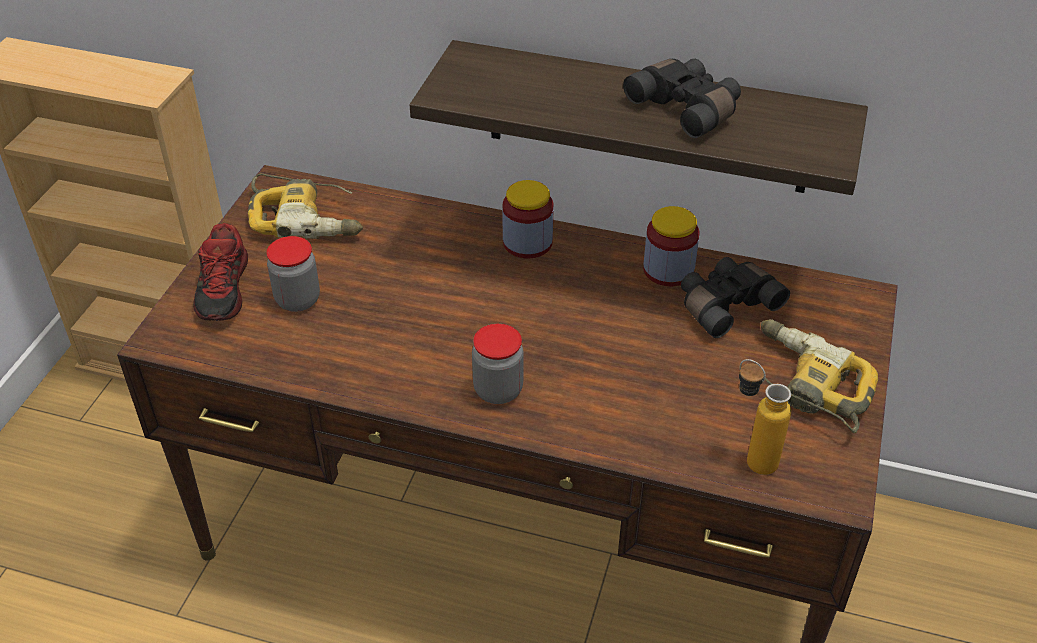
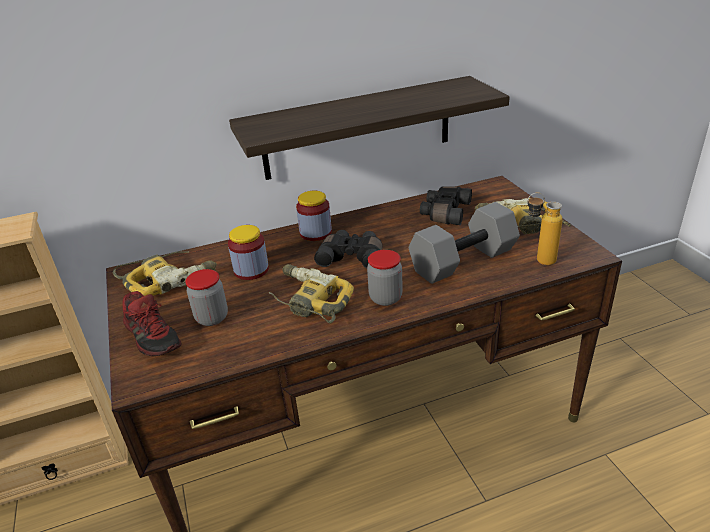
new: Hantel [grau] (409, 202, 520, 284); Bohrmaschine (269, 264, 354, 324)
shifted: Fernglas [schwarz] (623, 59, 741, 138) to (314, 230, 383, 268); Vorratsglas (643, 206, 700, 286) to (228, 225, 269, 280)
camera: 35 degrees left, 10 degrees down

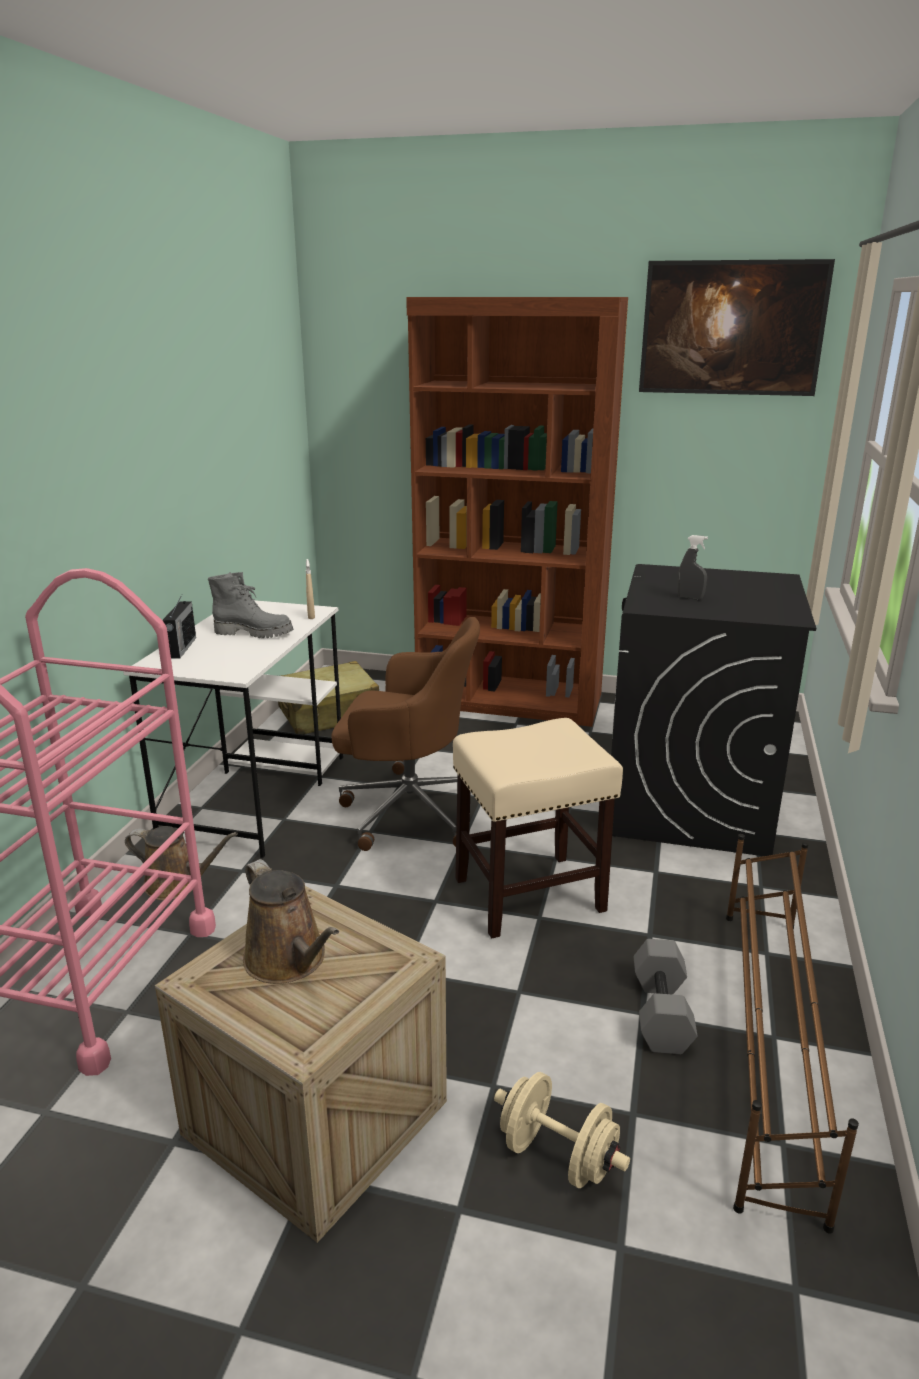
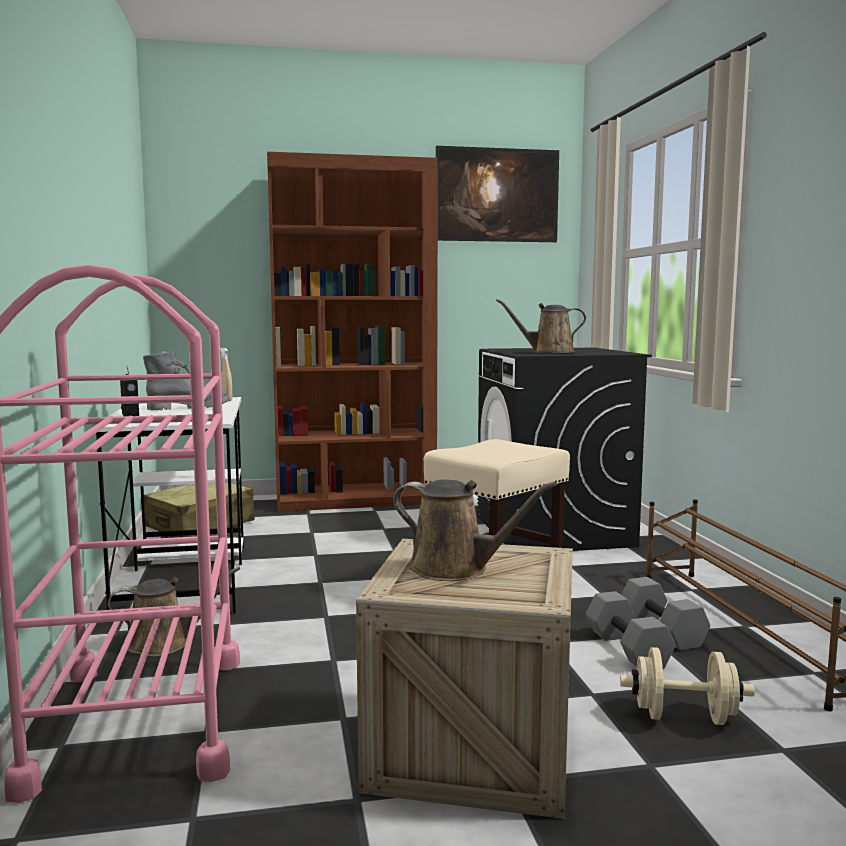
gone: Bürostuhl [braun] (331, 617, 480, 851)
new: Hantel [grau] (586, 591, 675, 669)
swapped: Sprühflasche [grau] (677, 535, 708, 600) to Gießkanne [braun] (496, 299, 586, 353)
camera: 25 degrees left, 15 degrees down

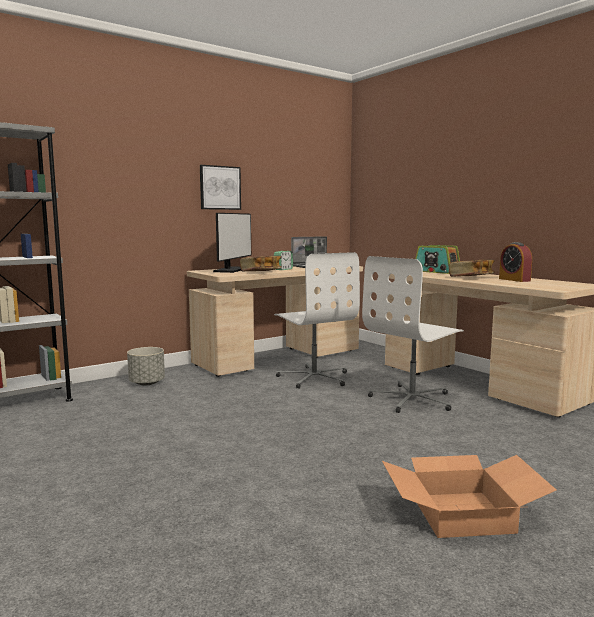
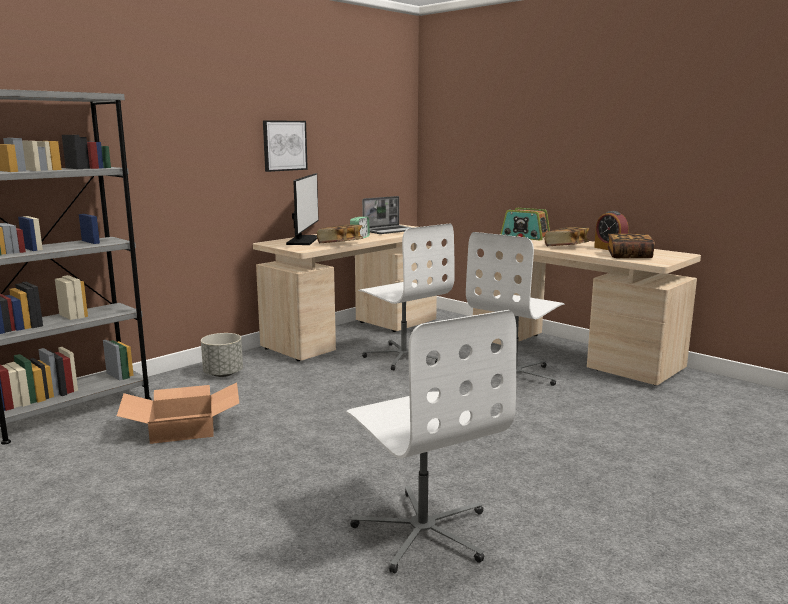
new: Buch (607, 234, 655, 258); Bürostuhl [weiß] (346, 310, 517, 573)
shifted: Karton (382, 455, 556, 538) to (117, 382, 239, 444)
camera: 10 degrees left, 5 degrees up

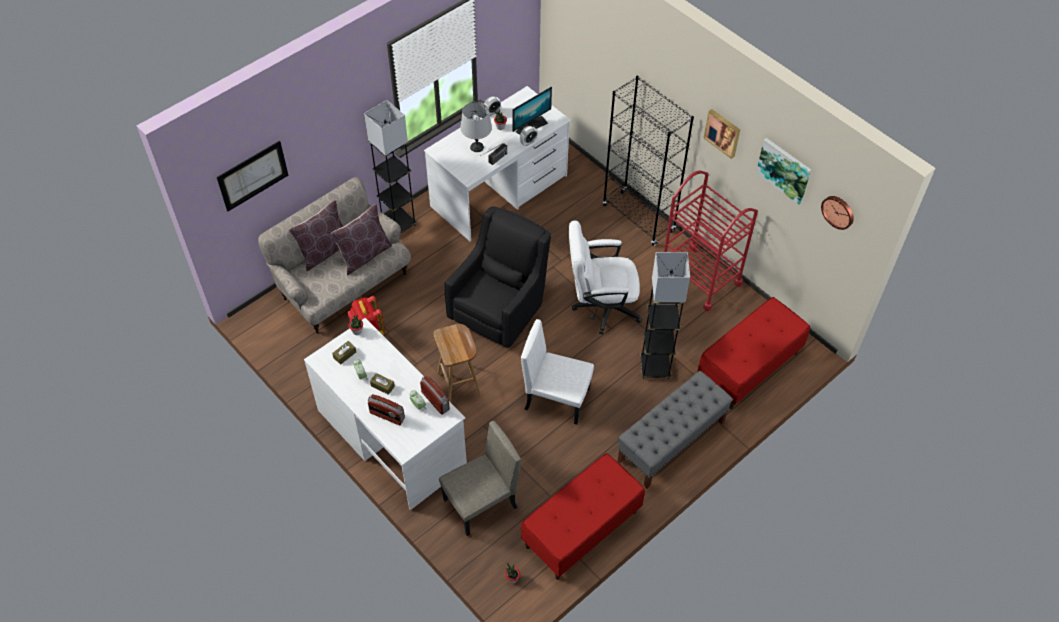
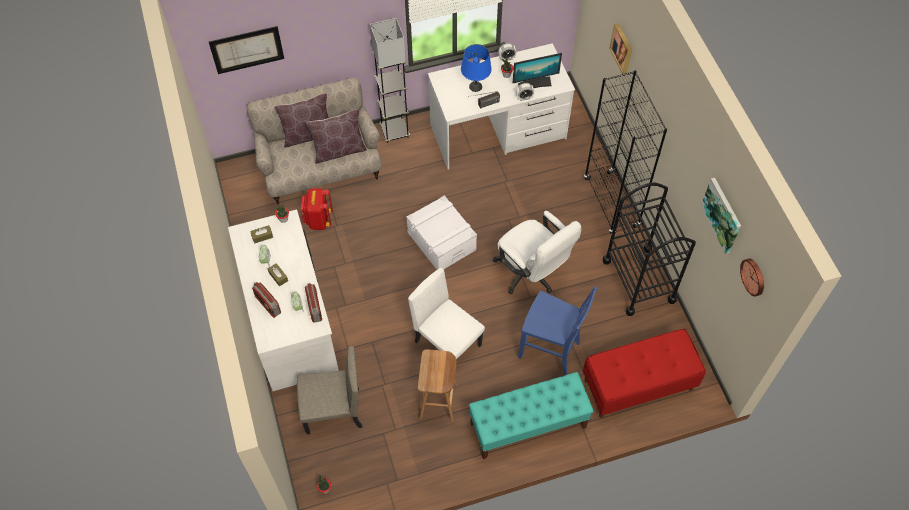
gone: Bank [rot] (521, 453, 645, 580)
shifted: Bild (703, 109, 740, 159) to (609, 23, 632, 75); Hocker [braun] (433, 324, 481, 403) to (418, 349, 457, 422)
swapped: Sessel [schwarz] (444, 206, 551, 348) to Aufbewahrungsbox [weiß] (406, 196, 477, 270); Stehlampe [grau] (640, 252, 690, 379) to Stuhl [blau] (518, 287, 597, 375)
repainted: Tischlampe [grau] (460, 102, 492, 152) to Tischlampe [blau] (461, 44, 492, 92); Rollwagen [rot] (664, 170, 758, 311) to Rollwagen [schwarz] (603, 183, 696, 316); Bank [grau] (618, 371, 733, 489) to Bank [türkis] (469, 372, 594, 459)
rotated: Bürostuhl [weiß] (569, 220, 642, 334) = (493, 211, 581, 295) 150 degrees counterclockwise
camera: 25 degrees right, 5 degrees up

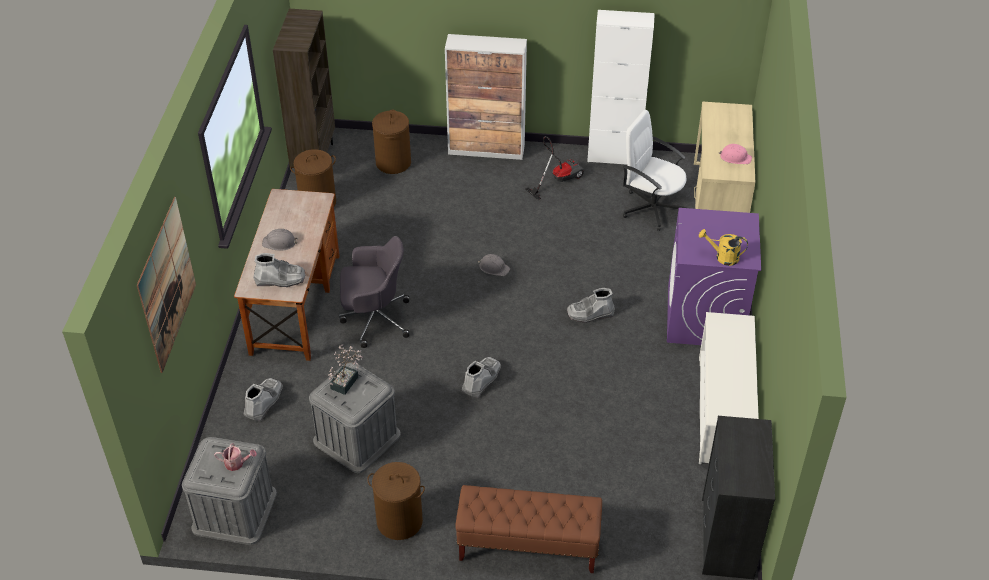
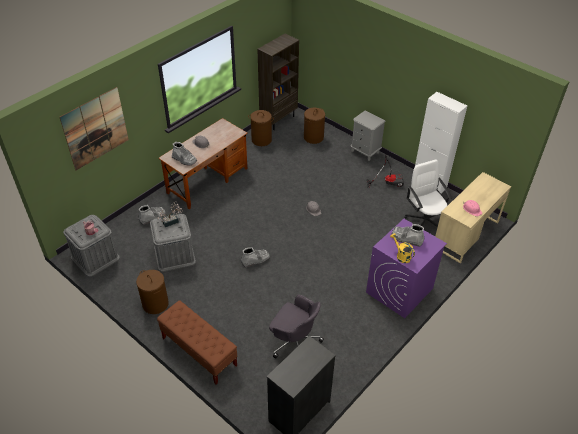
gone: Schuhregal [weiß] (699, 312, 759, 464)
shifted: Bürostuhl [grau] (339, 236, 409, 348) to (269, 294, 324, 358); Stiefel [grau] (567, 288, 615, 323) to (392, 224, 425, 247)
swapped: Schrank (445, 34, 527, 160) to Nachttisch [grau] (351, 110, 386, 161)
camera: 35 degrees right, 0 degrees up

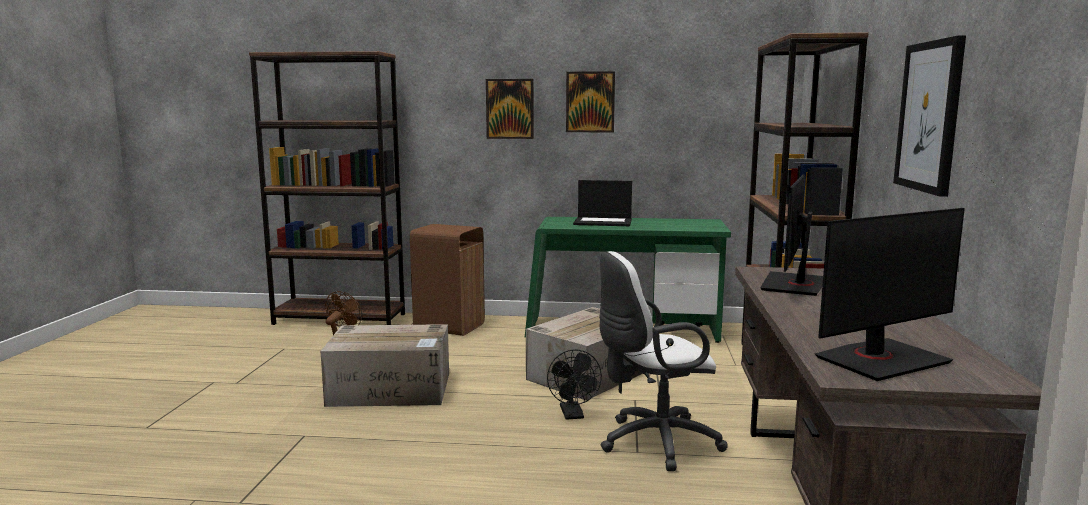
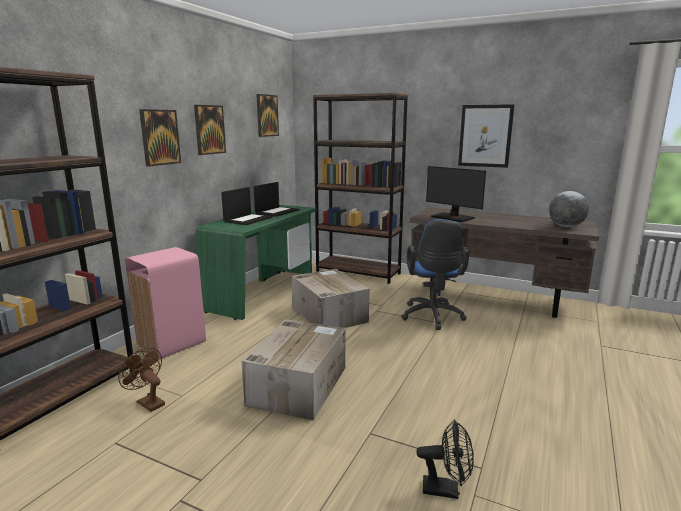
new: Bild (257, 94, 279, 137); Laptop (253, 182, 299, 217)
shifted: Ventilator [schwarz] (547, 349, 602, 420) to (416, 420, 474, 499)
swapped: Monitor (815, 208, 965, 381) to Globus (549, 191, 589, 227)
repainted: Mülleimer [braun] (410, 224, 485, 336) to Mülleimer [rosa] (125, 247, 206, 360); Bürostuhl [weiß] (599, 251, 728, 471) to Bürostuhl [blau] (401, 219, 470, 330)
camera: 70 degrees left, 5 degrees up

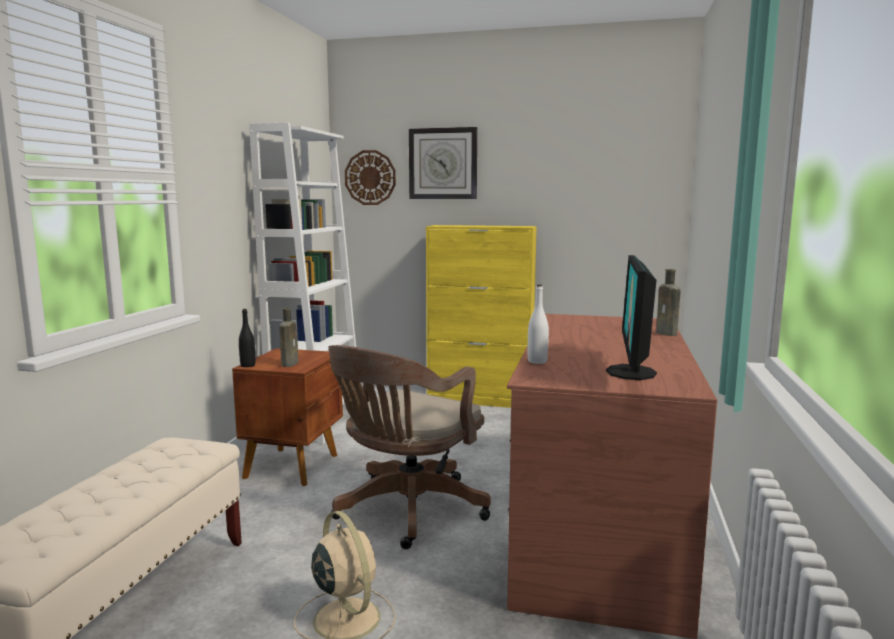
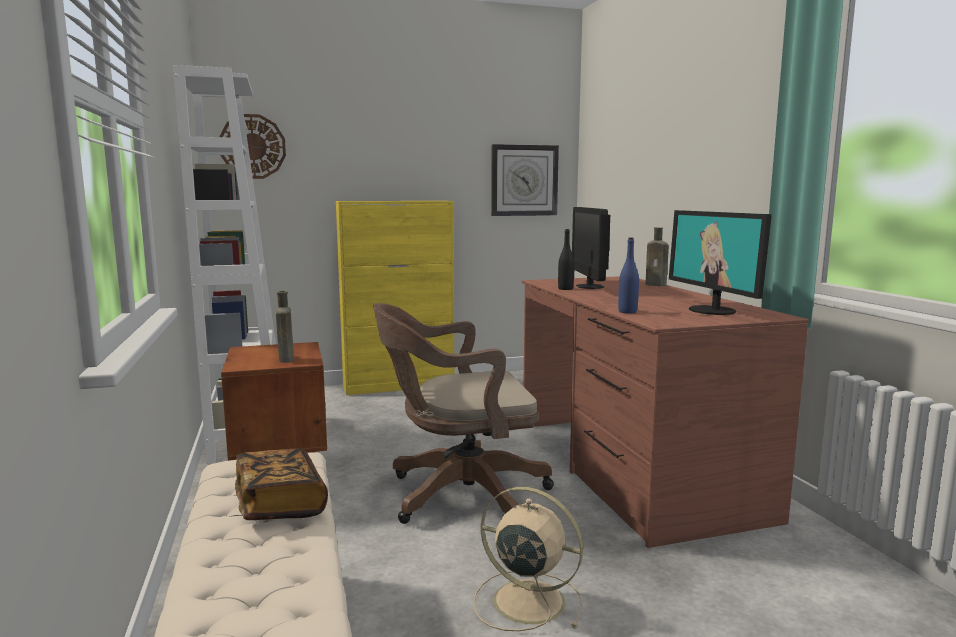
new: Monitor (572, 207, 610, 289); Buch (235, 449, 328, 520)
shifted: Wanduhr (409, 127, 477, 199) to (491, 144, 559, 216); Flasche [schwarz] (239, 309, 255, 367) to (558, 229, 574, 290)
repainted: Flasche [weiß] (528, 284, 549, 364) to Flasche [blau] (618, 237, 639, 313)
rotated: Bürostuhl [braun] (329, 345, 491, 549) = (373, 303, 554, 524) 75 degrees clockwise
camera: 30 degrees left, 0 degrees up

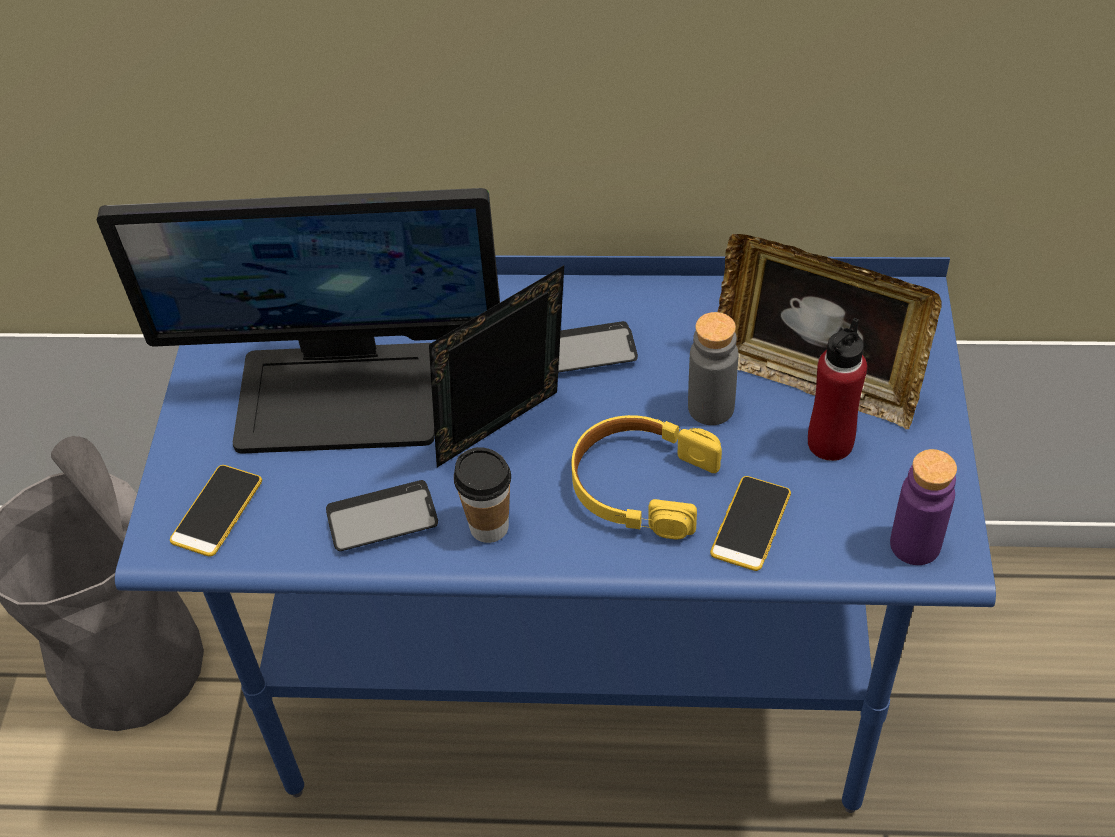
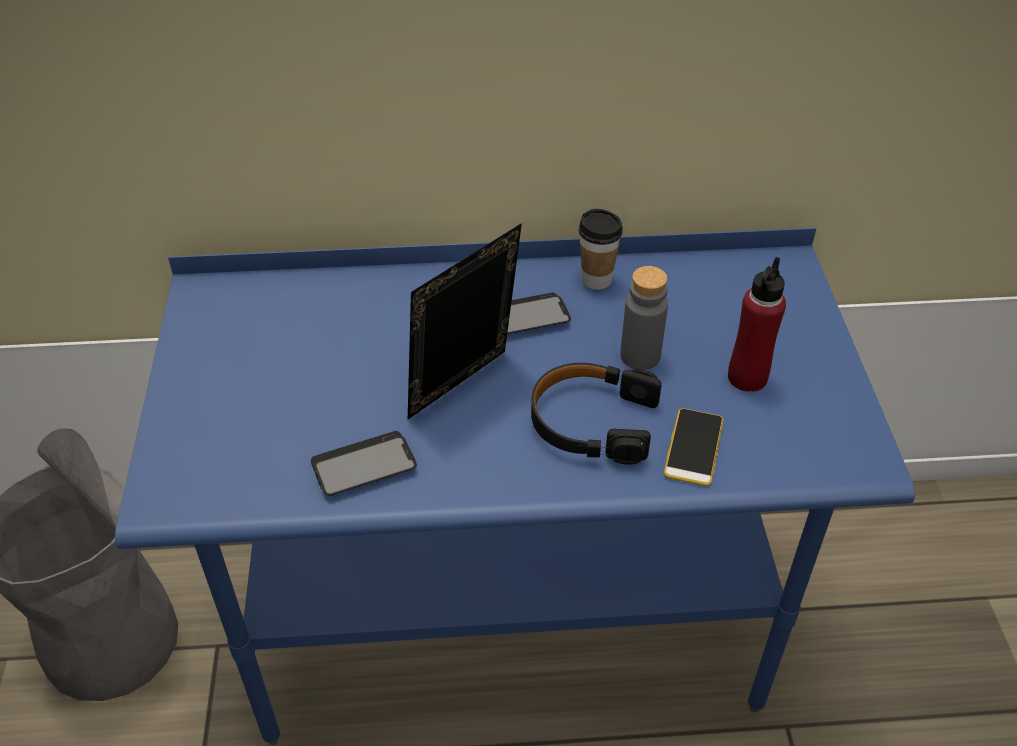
gone: Monitor (97, 188, 500, 454); Bilderrahmen (718, 234, 942, 429); Flasche [lila] (890, 449, 957, 565); Handy (170, 465, 262, 557)
shifted: Tasse (454, 447, 511, 543) to (579, 209, 623, 290)
repainted: Kopfhörer [gelb] (571, 415, 722, 540) to Kopfhörer [schwarz] (531, 363, 662, 464)
camera: 10 degrees left, 5 degrees down

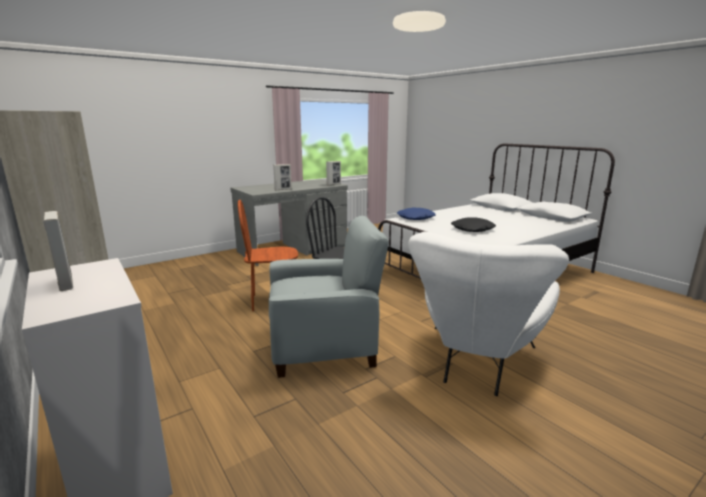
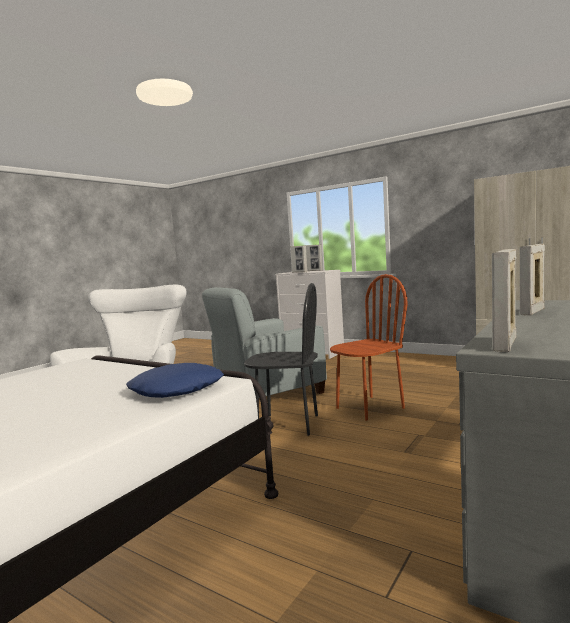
gone: Kissen [schwarz] (451, 217, 496, 232)
new: Bilderrahmen (291, 245, 308, 272)
camera: 160 degrees right, 10 degrees down

